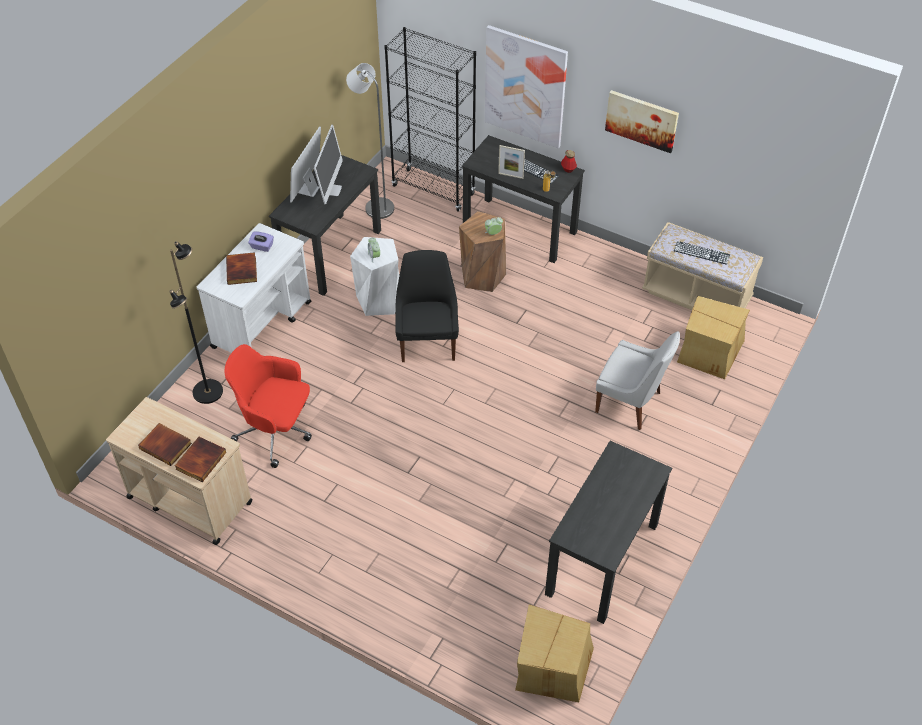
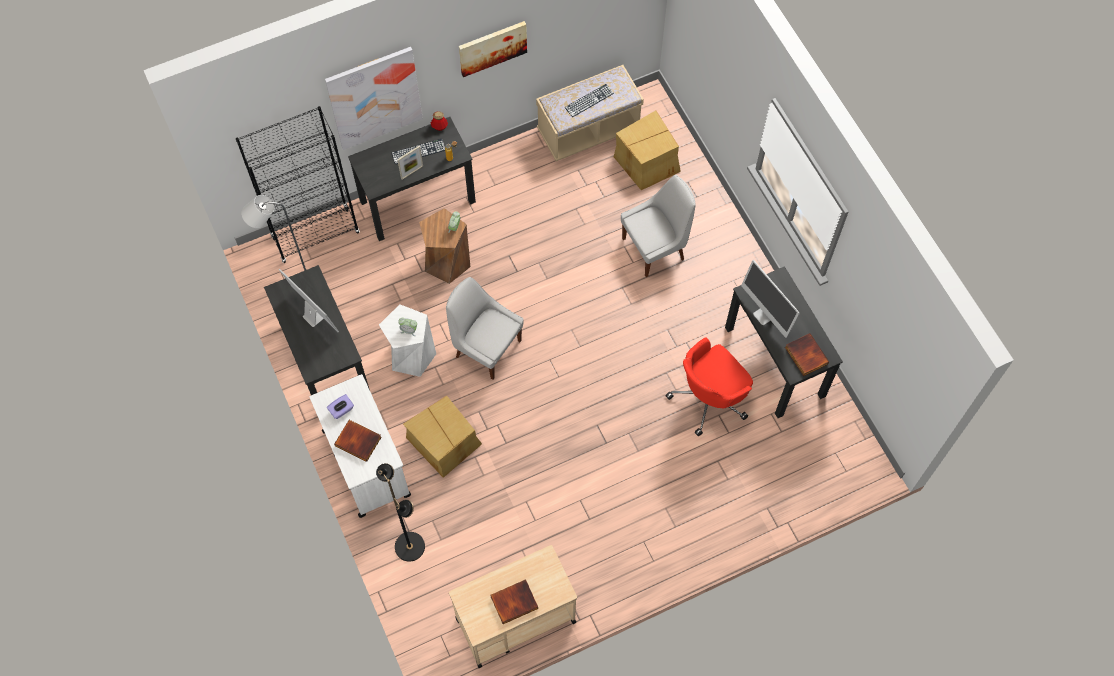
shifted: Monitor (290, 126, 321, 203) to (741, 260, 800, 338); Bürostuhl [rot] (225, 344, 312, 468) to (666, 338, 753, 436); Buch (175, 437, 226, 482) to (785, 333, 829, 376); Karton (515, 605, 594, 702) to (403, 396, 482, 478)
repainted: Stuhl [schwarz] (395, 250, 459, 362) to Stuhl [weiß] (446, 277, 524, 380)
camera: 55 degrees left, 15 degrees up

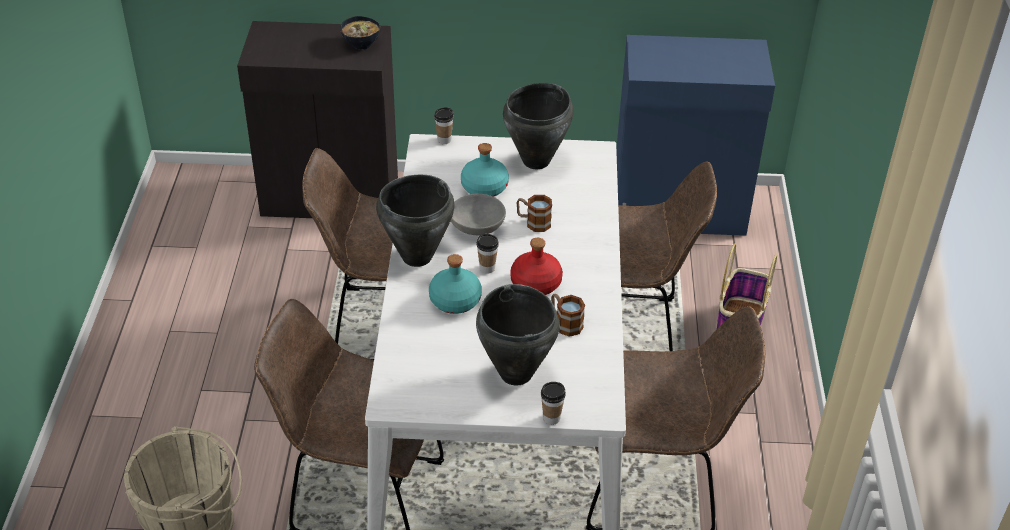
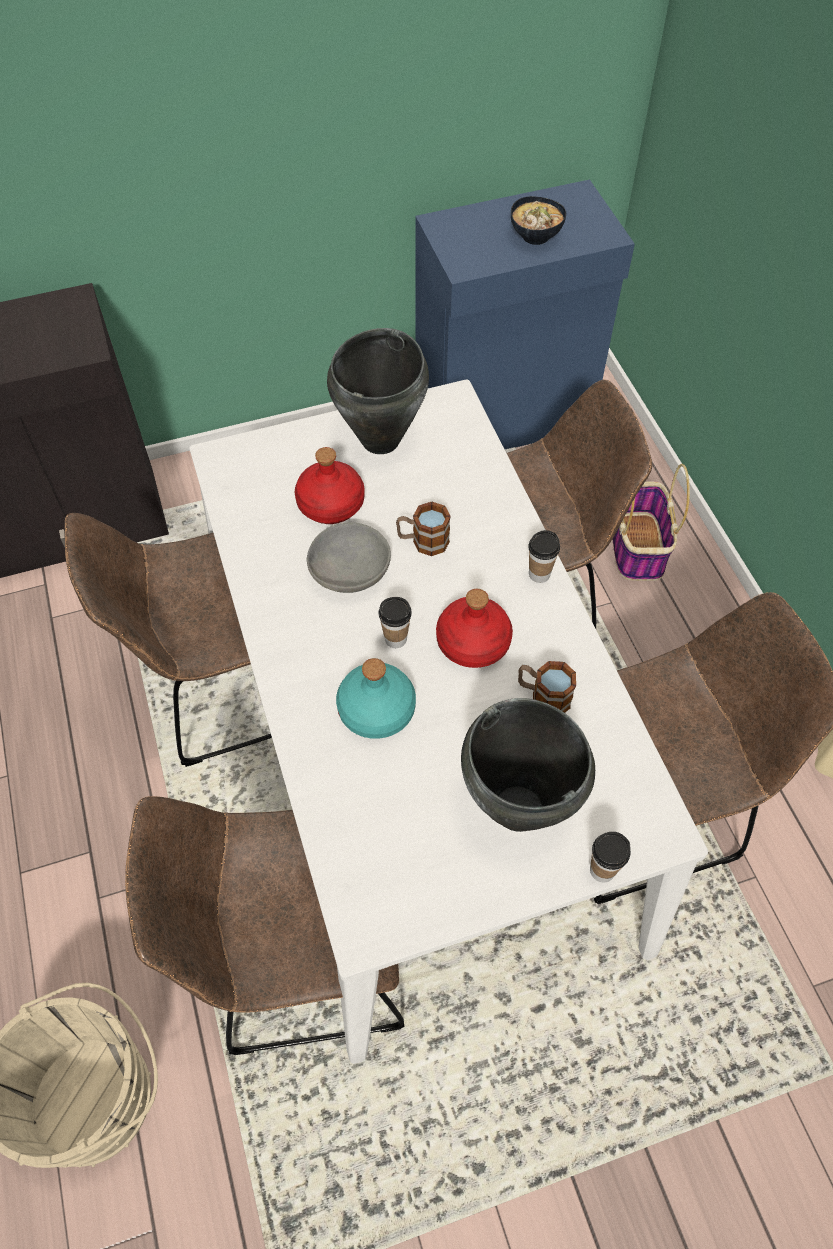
gone: Kochtopf [schwarz] (376, 174, 455, 267)
shifted: Schüssel (340, 16, 381, 49) to (511, 196, 566, 245); Tasse (434, 107, 454, 144) to (528, 530, 560, 583)
repainted: Flasche [türkis] (461, 143, 509, 197) to Flasche [rot] (295, 447, 365, 524)
camera: 20 degrees left, 15 degrees up

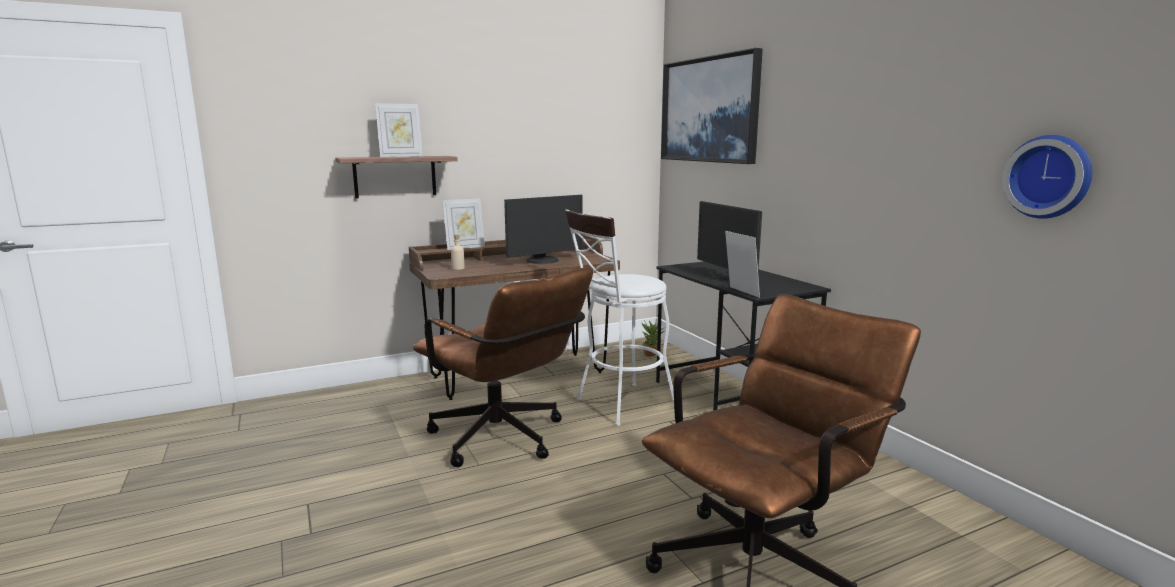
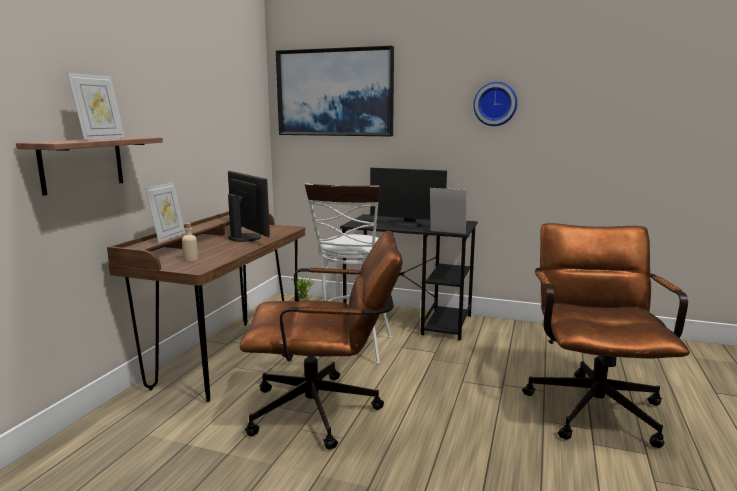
shifted: Wanduhr (1002, 135, 1092, 219) to (473, 82, 517, 126)
rotated: Monitor (504, 195, 583, 264) = (228, 171, 270, 242) 45 degrees counterclockwise
camera: 45 degrees left, 0 degrees up

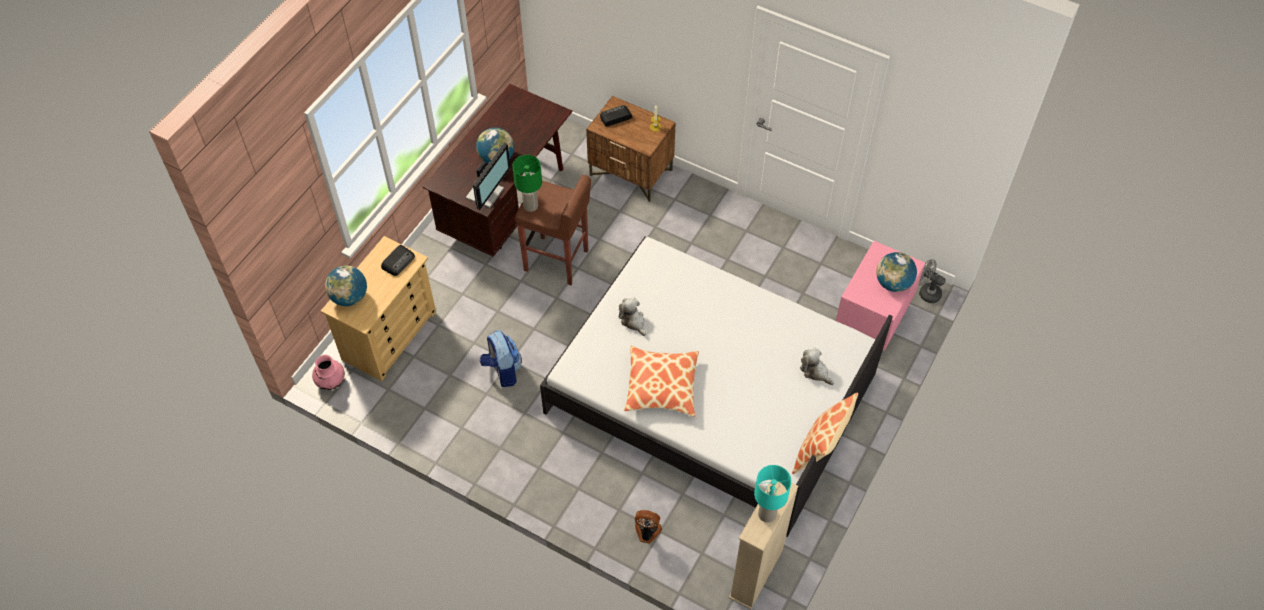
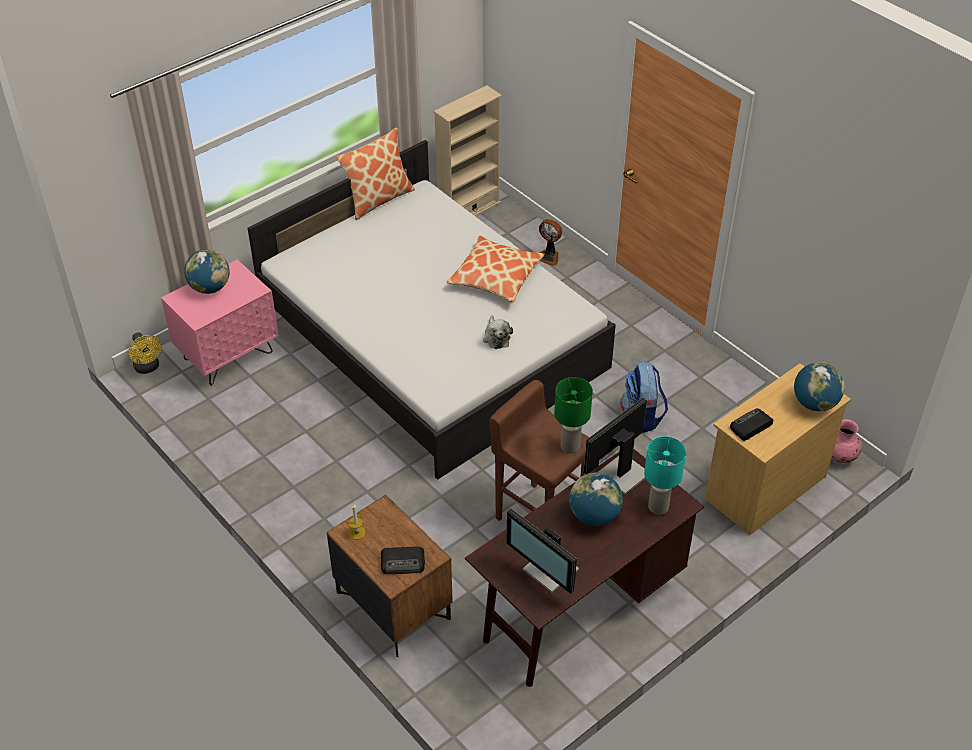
gone: Plüschtier (800, 348, 834, 385)
new: Monitor (506, 509, 579, 594)
shifted: Tischlampe [türkis] (754, 465, 792, 523) to (644, 436, 686, 515)
repainted: Ventilator [grau] (918, 259, 946, 303) to Ventilator [gelb] (128, 332, 162, 374)
camera: 160 degrees left, 10 degrees down

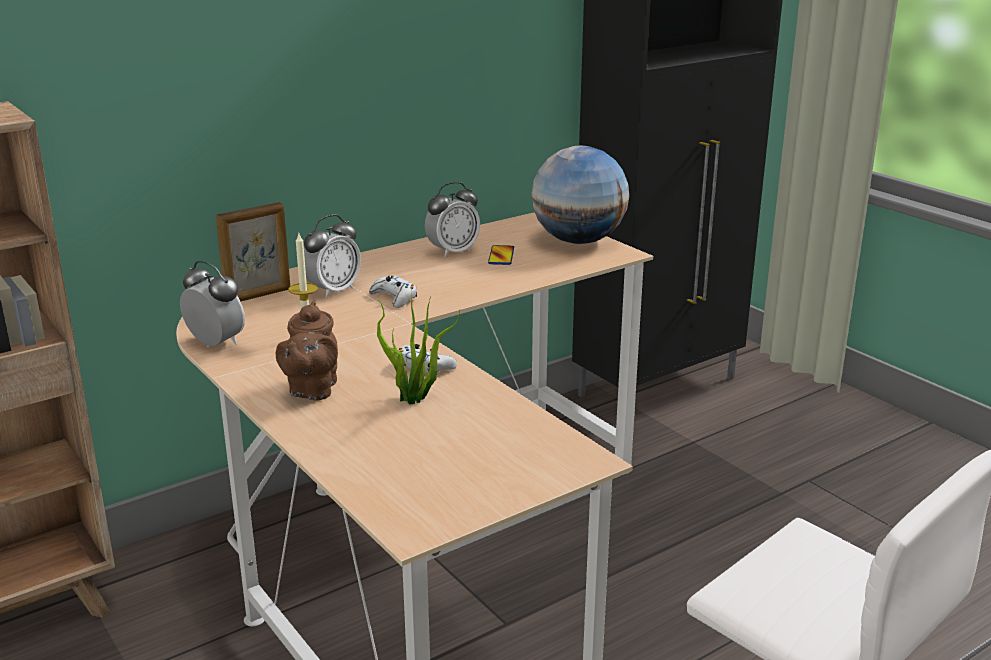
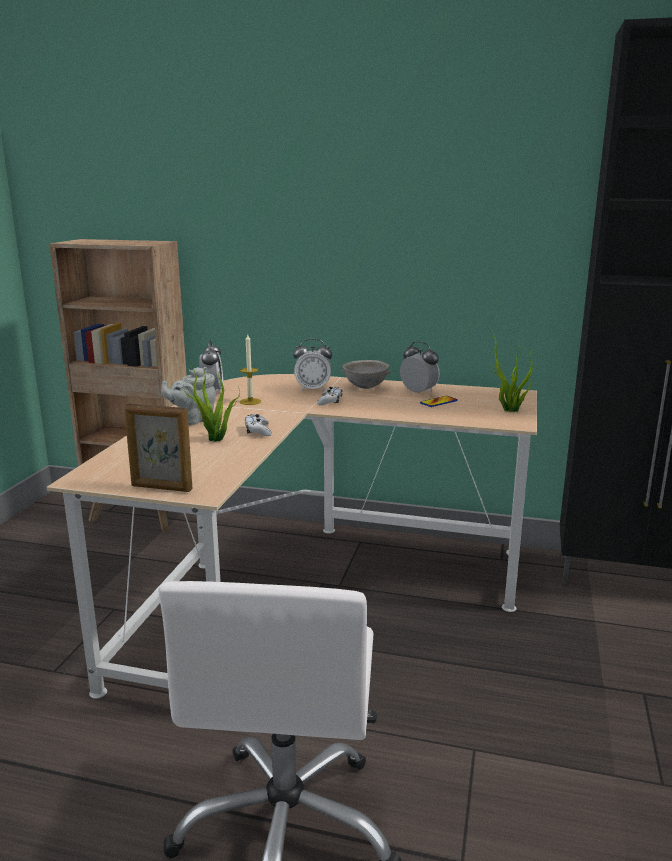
new: Schüssel [grau] (341, 360, 391, 389)
shifted: Bilderrahmen (216, 202, 290, 302) to (124, 403, 192, 492)
swapped: Globus (531, 146, 629, 244) to Topfpflanze (491, 330, 533, 412)
repainted: Teekanne [braun] (276, 301, 338, 401) to Teekanne [grau] (161, 367, 216, 425)
rotated: Wecker (425, 182, 480, 258) = (400, 341, 440, 394) 150 degrees counterclockwise
camera: 50 degrees right, 5 degrees down

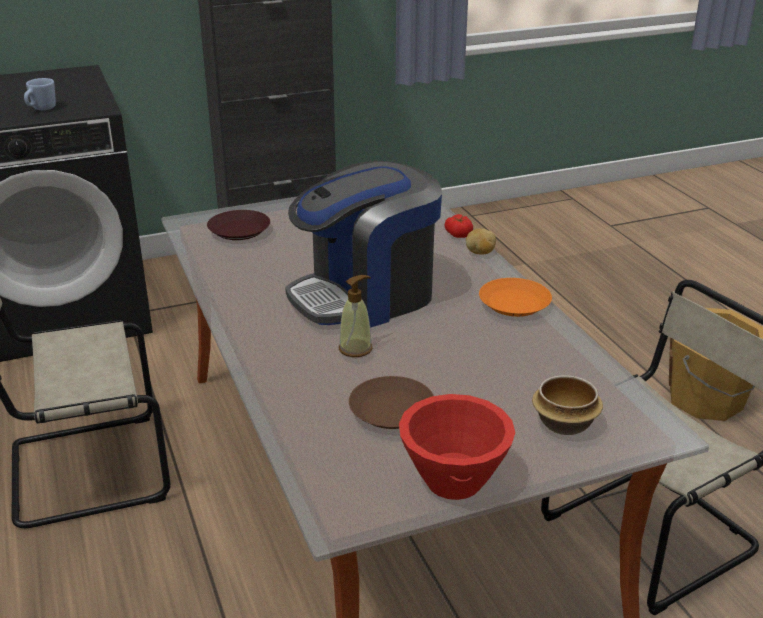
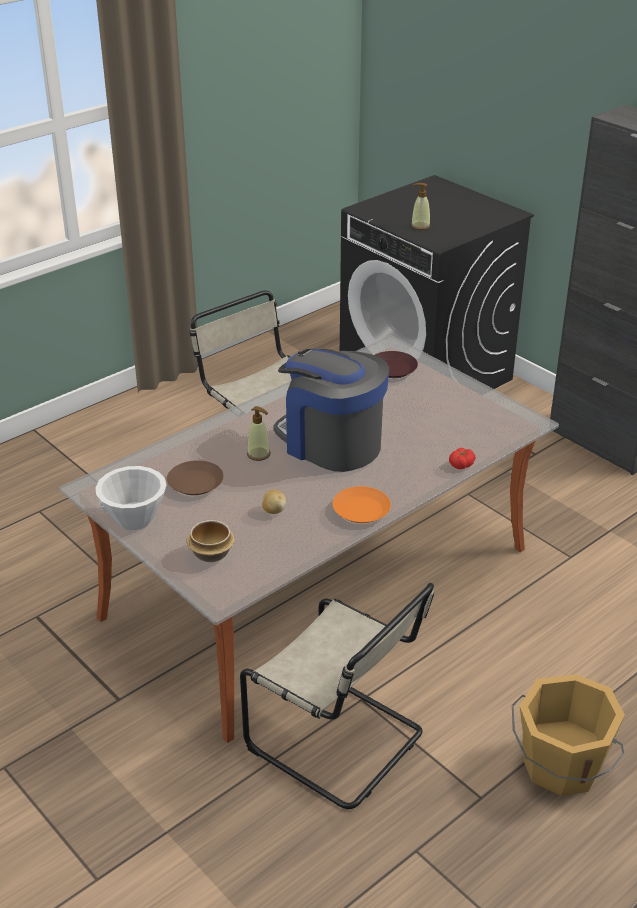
shifted: Kartoffel (466, 228, 496, 254) to (262, 489, 286, 514)
swapped: Henkelbecher [blau] (24, 78, 56, 110) to Seifenspender (411, 183, 430, 230)
repainted: Schüssel [rot] (399, 394, 515, 500) to Schüssel [weiß] (95, 466, 167, 530)
camera: 70 degrees right, 5 degrees up

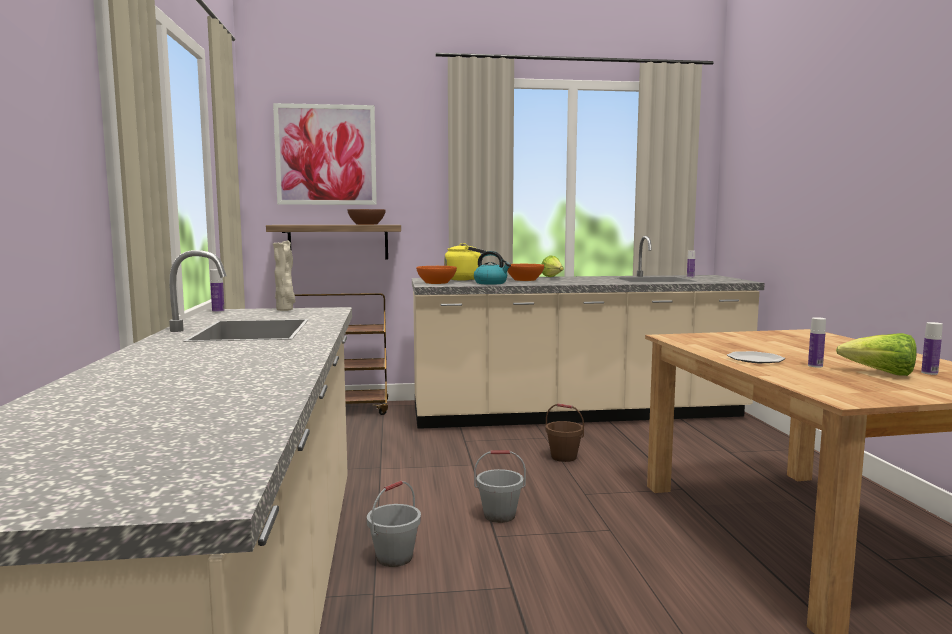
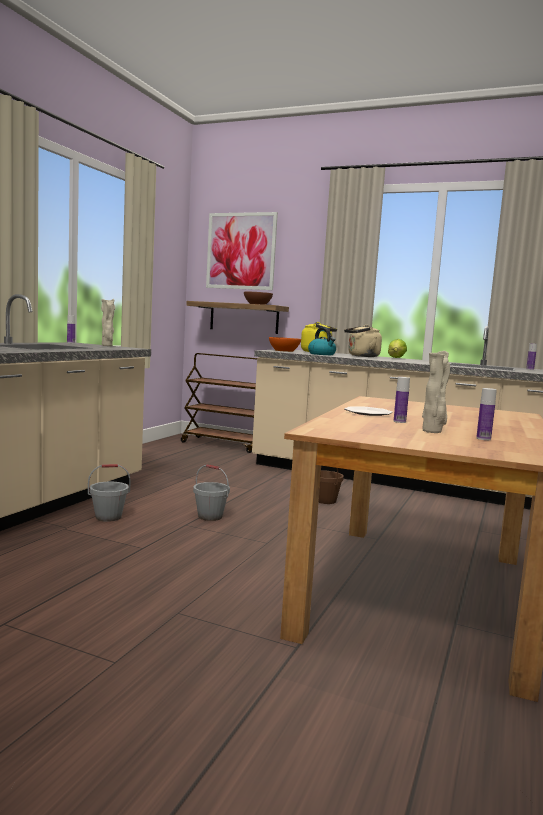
swapped: Schüssel [orange] (508, 264, 544, 281) to Wasserkessel [beige] (344, 325, 382, 357); Salatkopf (836, 333, 917, 376) to Vase [beige] (422, 351, 450, 433)
camera: 30 degrees right, 0 degrees up

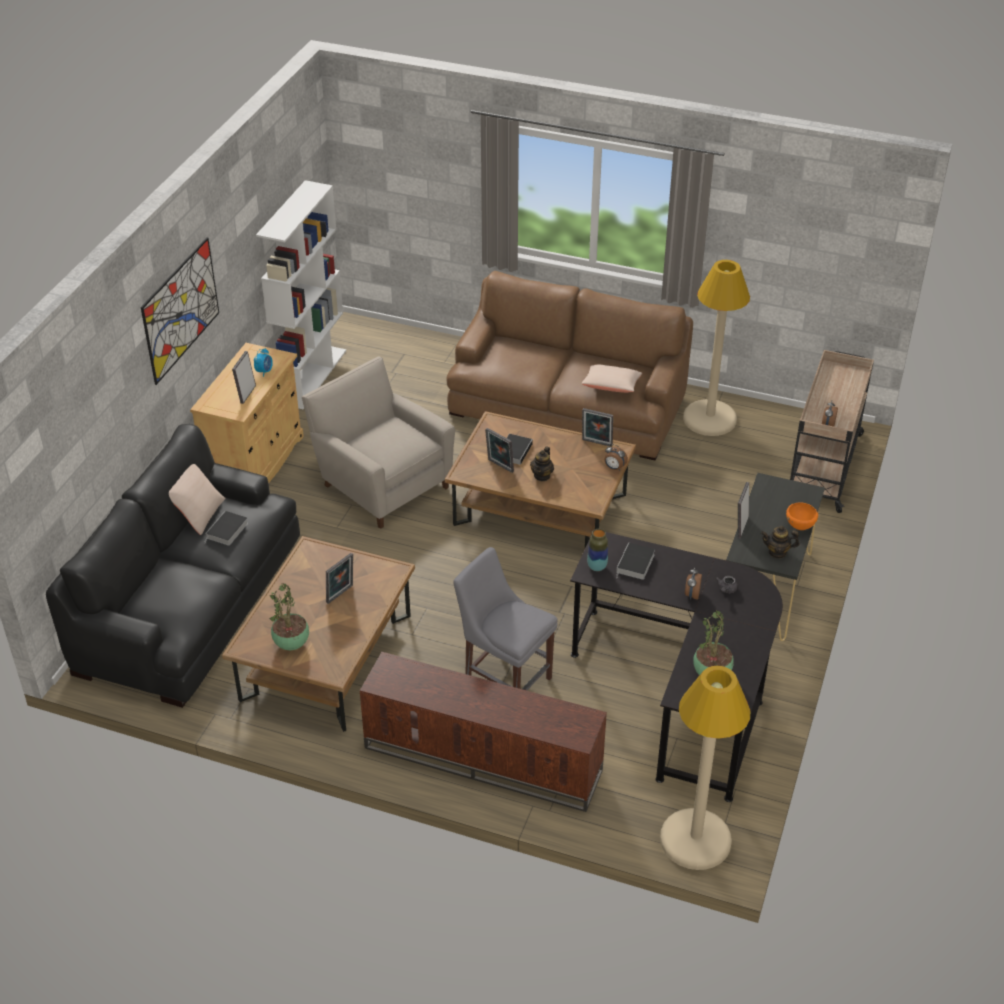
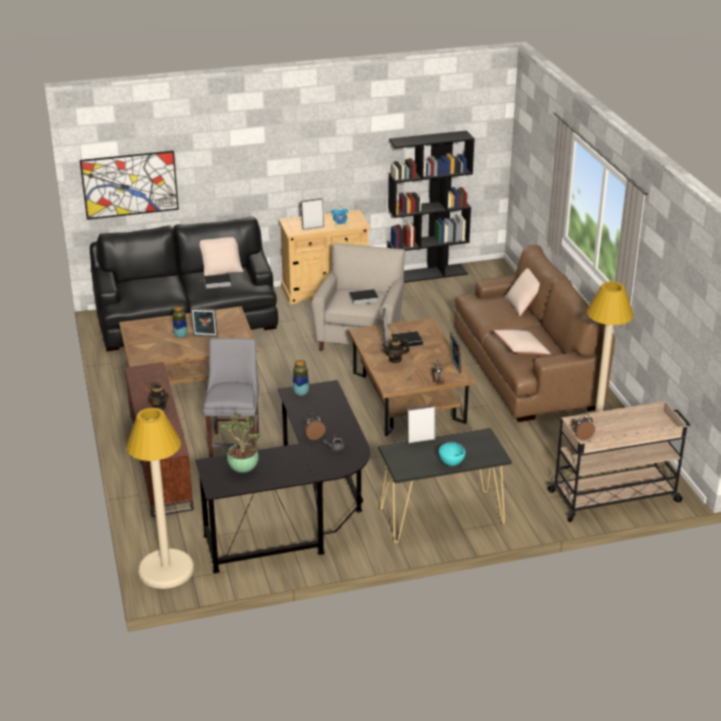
gone: Topfpflanze (269, 584, 309, 650)
new: Kissen [beige] (505, 268, 540, 316); Vase (173, 306, 188, 338)
shifted: Bild (141, 237, 219, 385) to (80, 151, 179, 220); Teekanne (761, 526, 800, 559) to (148, 383, 169, 410); Buch (616, 542, 655, 580) to (344, 289, 379, 305)
repainted: Bücherregal [weiß] (256, 180, 346, 409) to Bücherregal [schwarz] (388, 131, 475, 283); Schüssel [orange] (786, 502, 818, 530) to Schüssel [türkis] (438, 442, 466, 466)
camera: 55 degrees right, 10 degrees down

